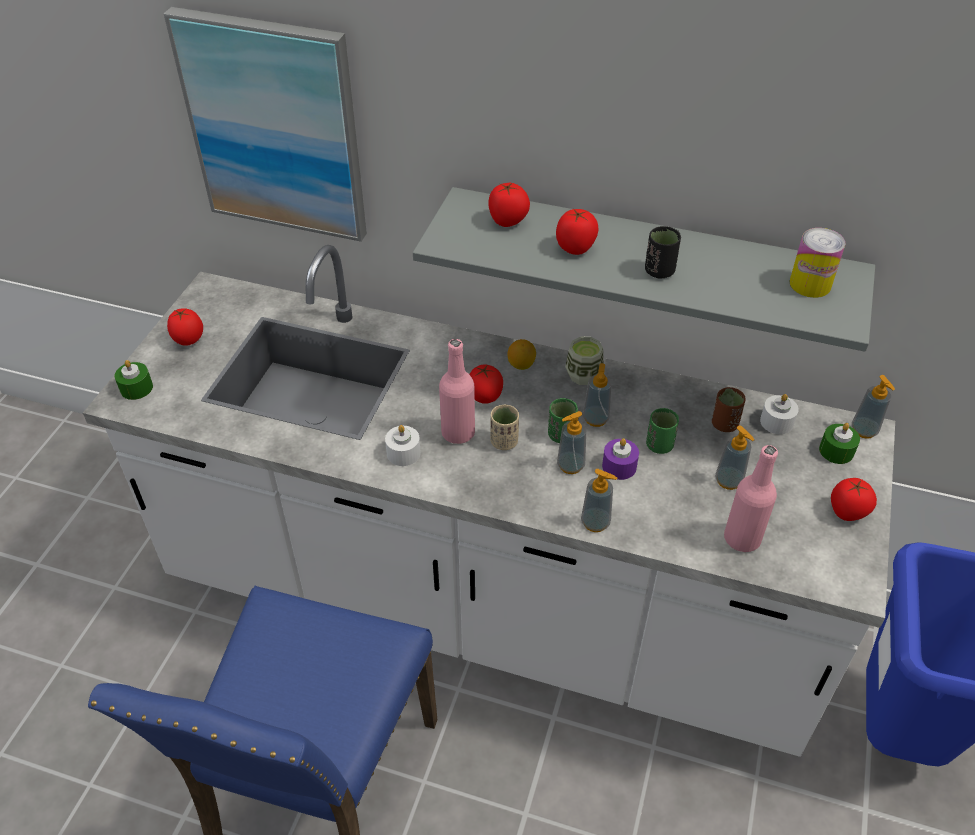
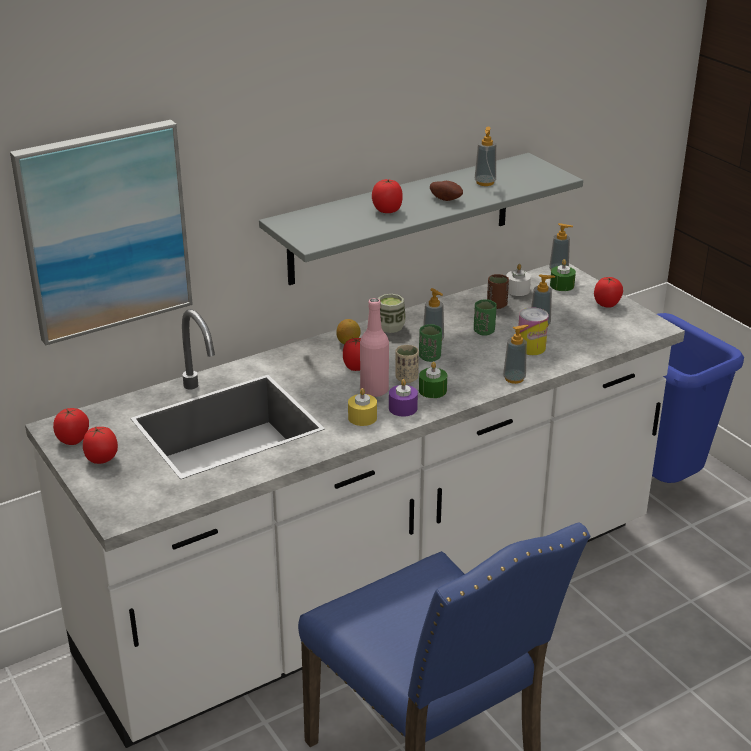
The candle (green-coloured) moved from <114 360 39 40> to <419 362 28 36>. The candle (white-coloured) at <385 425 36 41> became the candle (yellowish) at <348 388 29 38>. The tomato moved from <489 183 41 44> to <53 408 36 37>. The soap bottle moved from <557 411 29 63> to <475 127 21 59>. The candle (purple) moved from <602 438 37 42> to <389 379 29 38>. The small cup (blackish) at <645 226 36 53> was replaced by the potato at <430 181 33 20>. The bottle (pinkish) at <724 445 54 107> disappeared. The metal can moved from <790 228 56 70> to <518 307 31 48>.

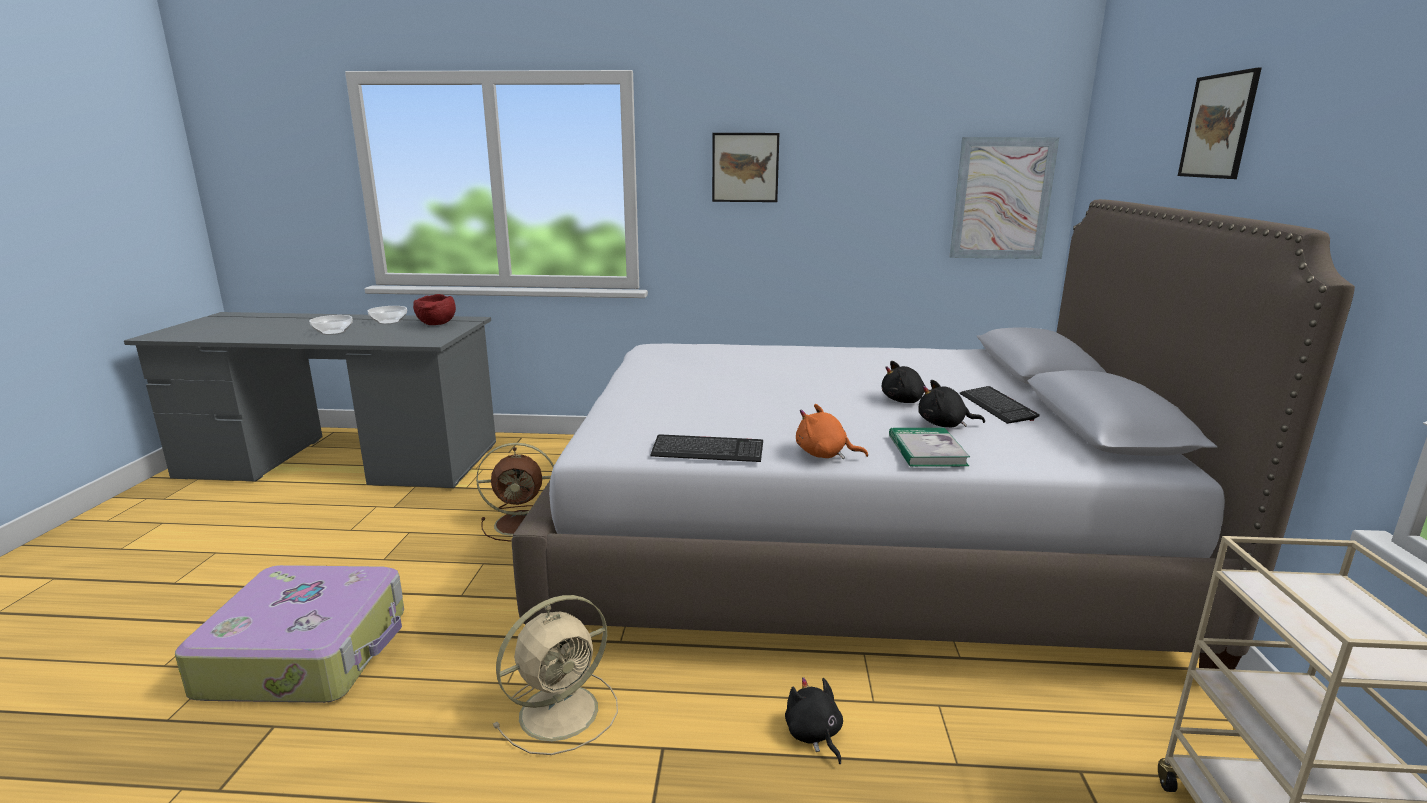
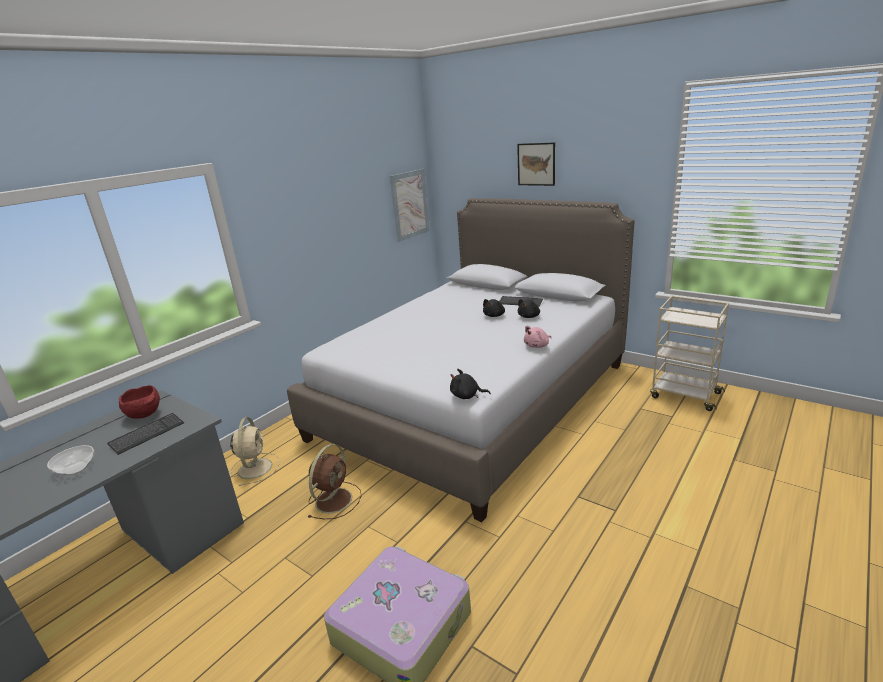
The serving bowl at <368 306 39 18> disappeared. The cooling fan (beige) moved from <493 595 125 160> to <230 417 50 69>. The computer keyboard moved from <650 434 113 28> to <107 413 77 42>. The wall picture at <712 133 67 69> disappeared. The cuddly toy (blackish) moved from <785 677 58 87> to <450 369 41 30>. The cuddly toy (orange-coloured) at <796 404 72 55> became the cuddly toy (pinkish) at <524 326 28 22>. The book at <889 428 81 39> disappeared.

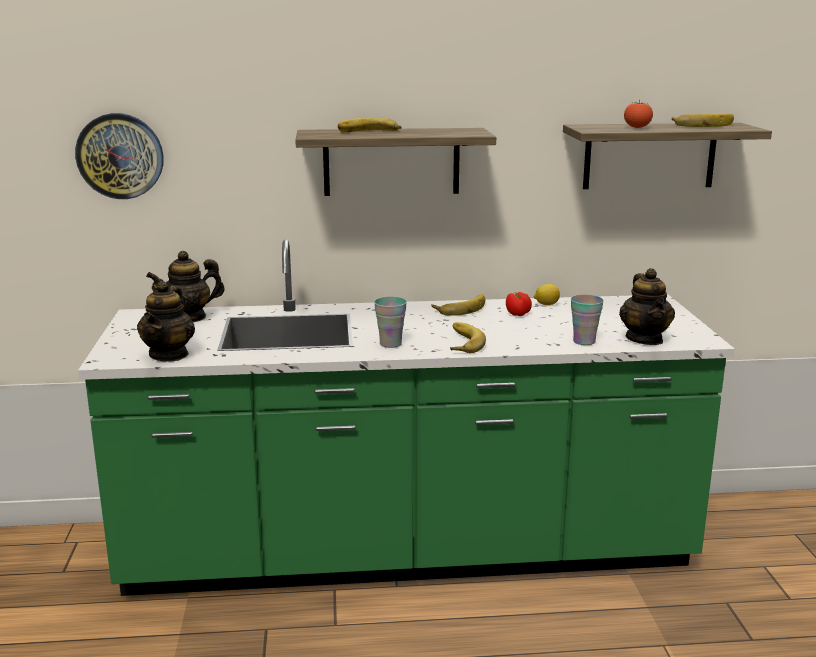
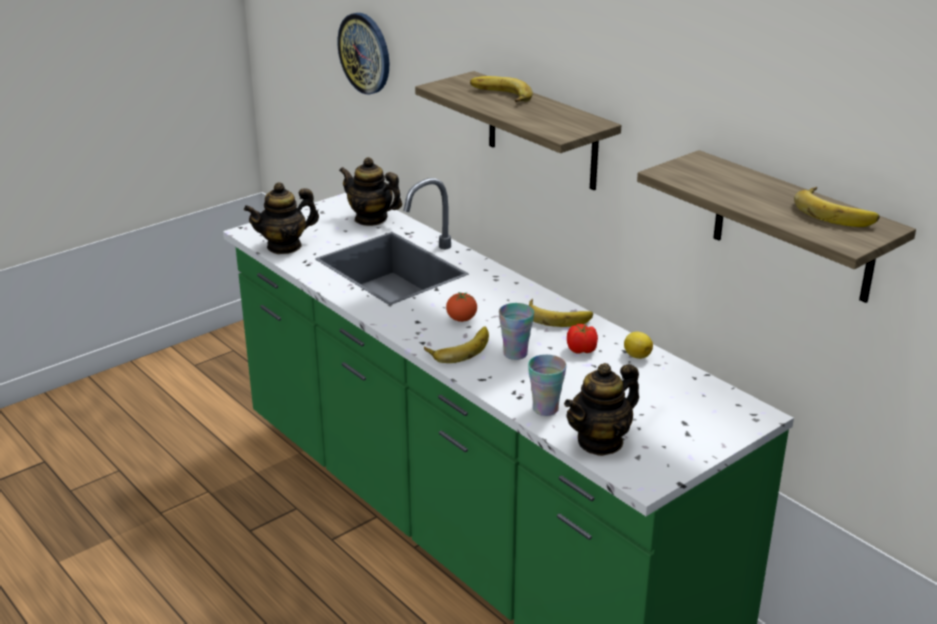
The small cup moved from <374 297 33 51> to <499 303 35 57>. The tomato moved from <624 100 29 28> to <446 292 31 30>.

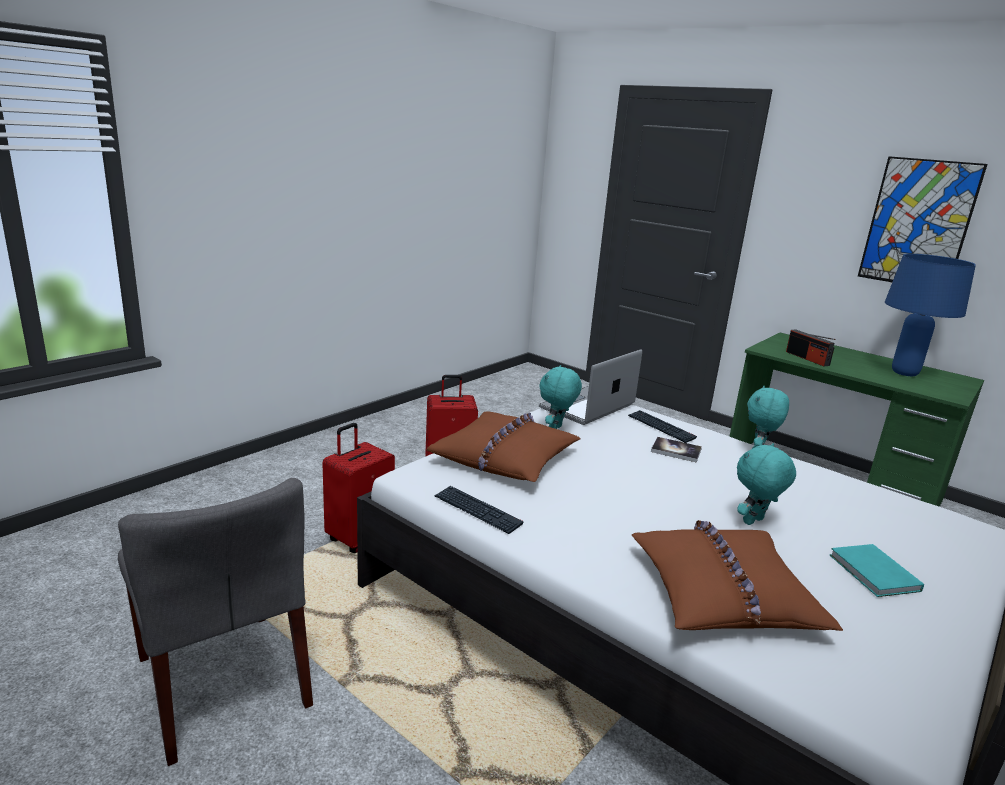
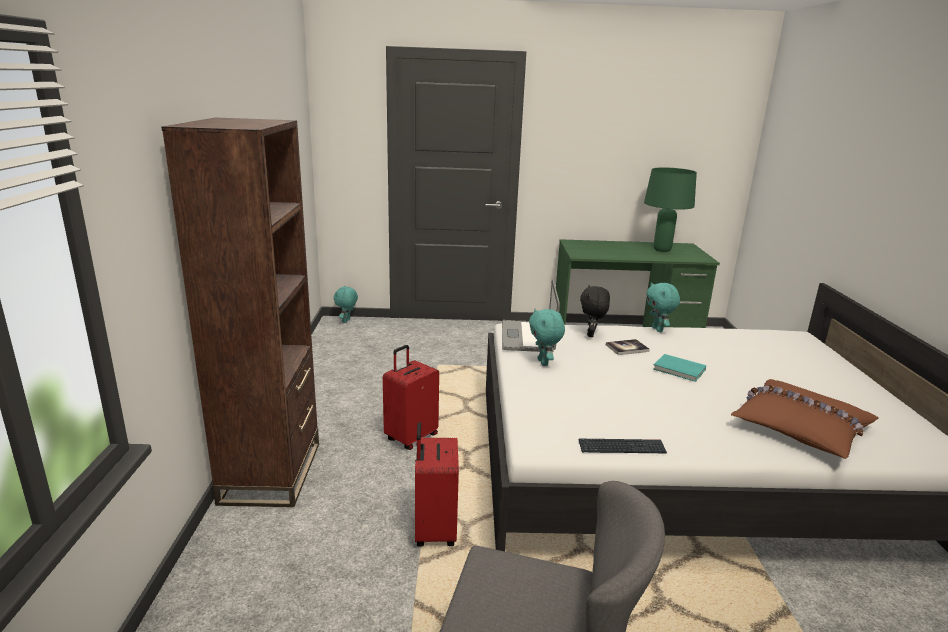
The pillow (brown) at <426 411 155 71> disappeared. The computer keyboard at <628 410 69 33> was replaced by the cuddly toy (blackish) at <580 285 30 52>. The cuddly toy (blue-green) moved from <737 443 59 82> to <334 286 24 37>. The radio at <786 329 50 38> disappeared. The book (blue-green) moved from <830 544 94 53> to <653 354 53 28>. The wall picture at <858 156 130 126> disappeared. The tabletop lamp (blue-coloured) at <885 254 91 122> became the tabletop lamp (green-coloured) at <644 167 53 85>. The shelving unit (brown) at <161 118 158 389> appeared.

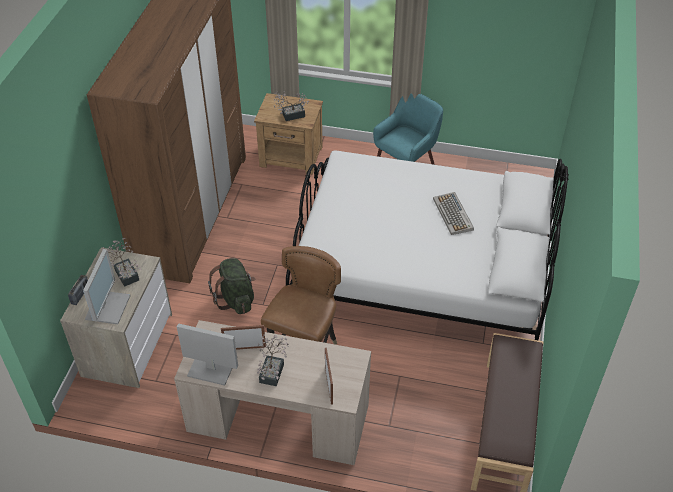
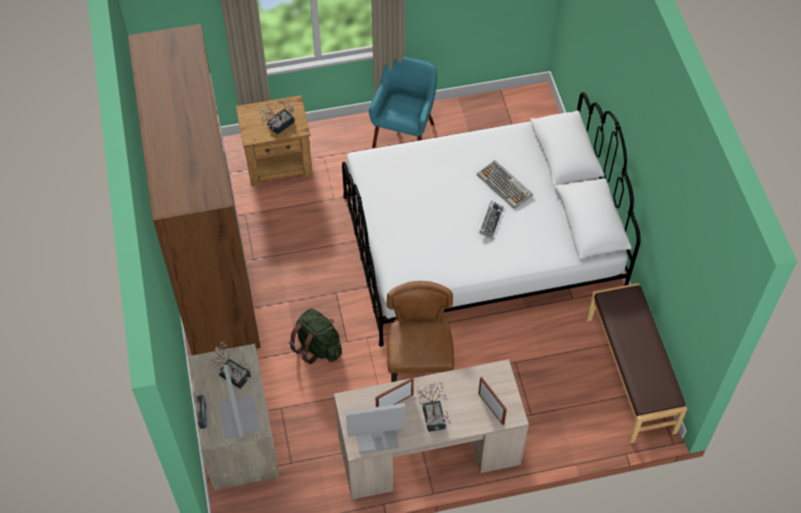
The computer keyboard at <479 200 25 39> appeared.

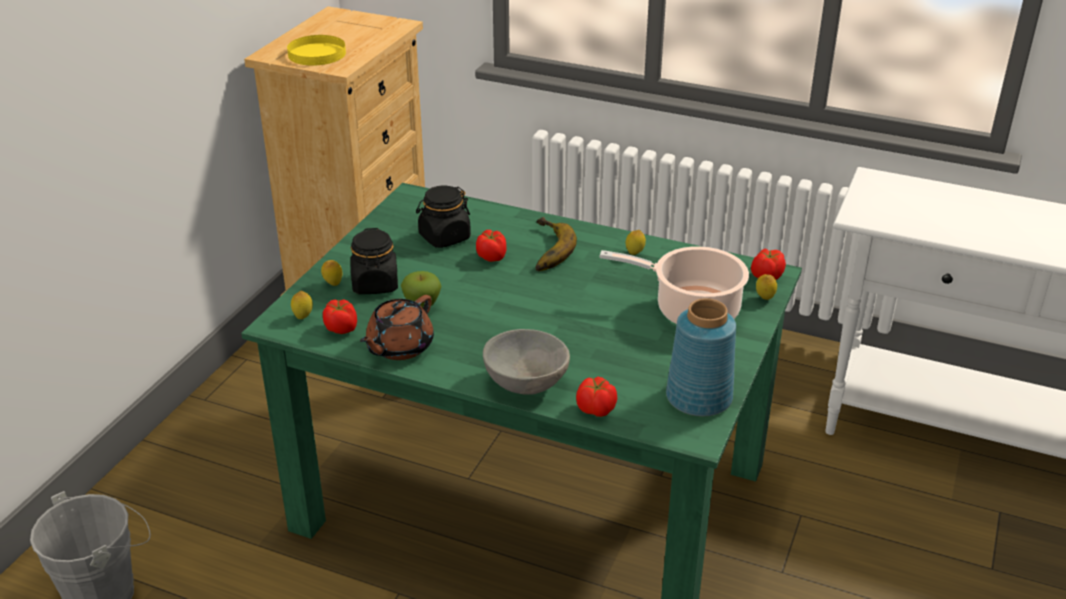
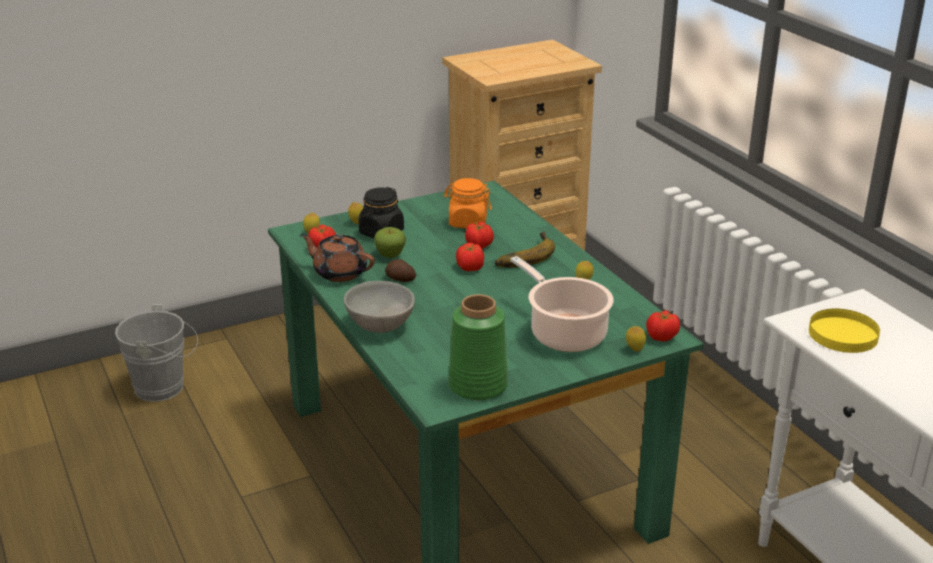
The flat dish (yellowish) moved from <287 35 59 31> to <809 309 71 44>. The teapot (brown) at <360 295 74 65> turned 45 degrees clockwise. The storage jar (blackish) at <416 186 55 62> became the storage jar (orange-coloured) at <444 178 48 51>. The tomato moved from <576 377 41 40> to <456 243 28 28>. The flower vase (blue-coloured) at <666 298 70 118> became the flower vase (green-coloured) at <449 294 59 106>. The potato at <385 259 31 23> appeared.

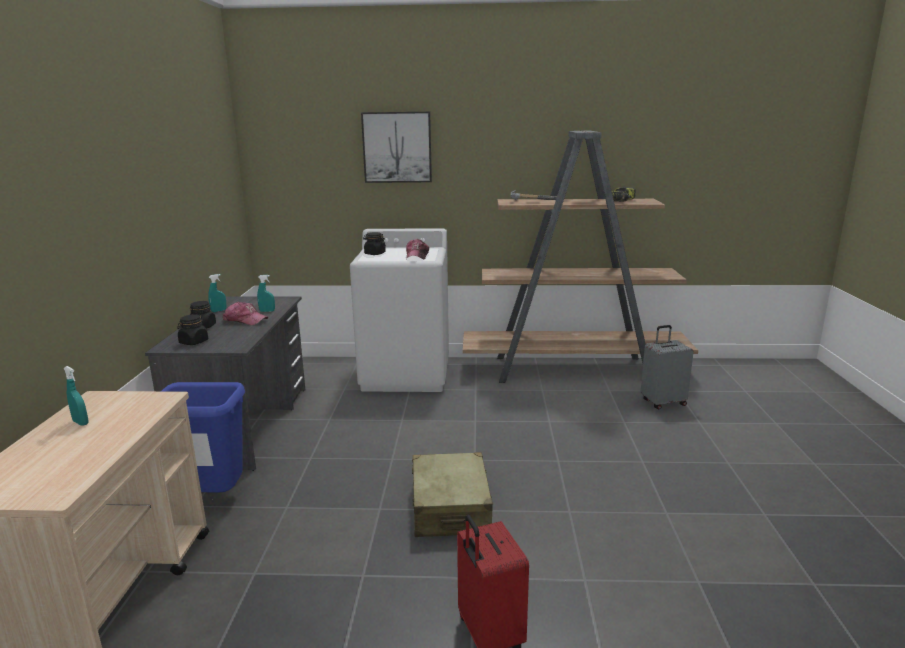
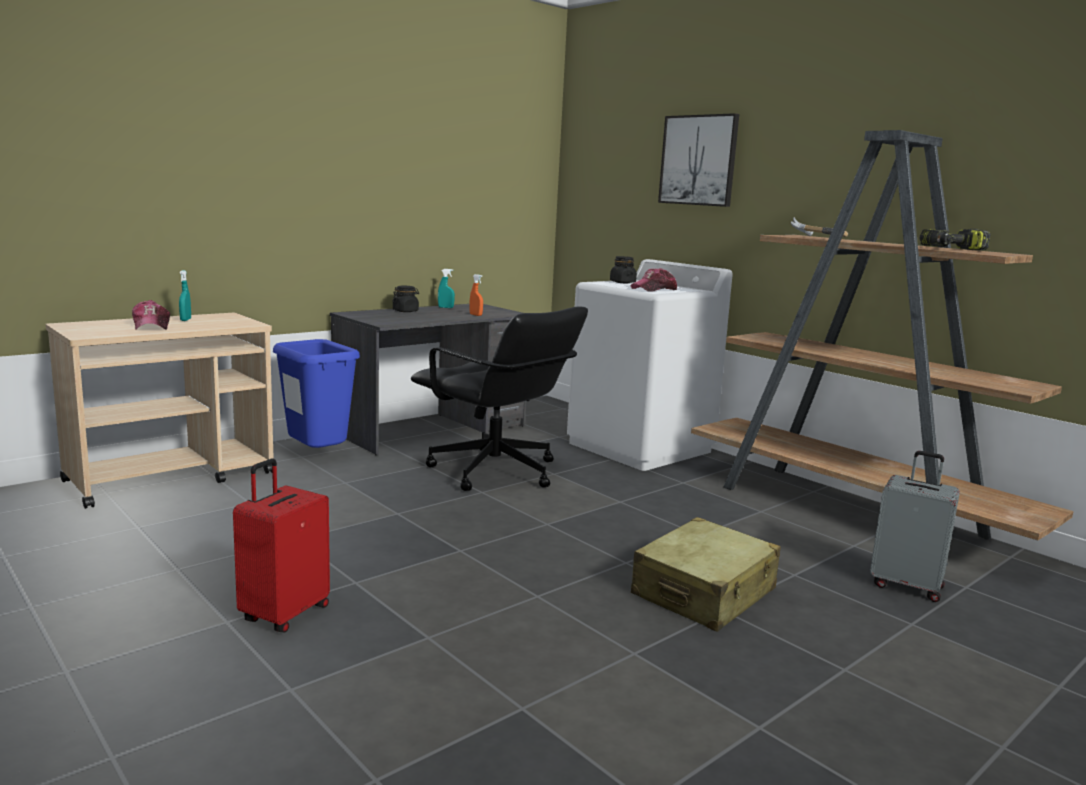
The storage jar (blackish) at <177 314 31 31> disappeared. The baseball cap moved from <223 302 45 23> to <132 300 38 30>. The hand sprayer (blue-green) at <257 275 18 37> became the hand sprayer (orange-coloured) at <469 274 14 42>. The piece of luggage (beige) moved from <412 452 81 85> to <631 517 150 115>. The computer chair (blackish) at <411 306 177 185> appeared.

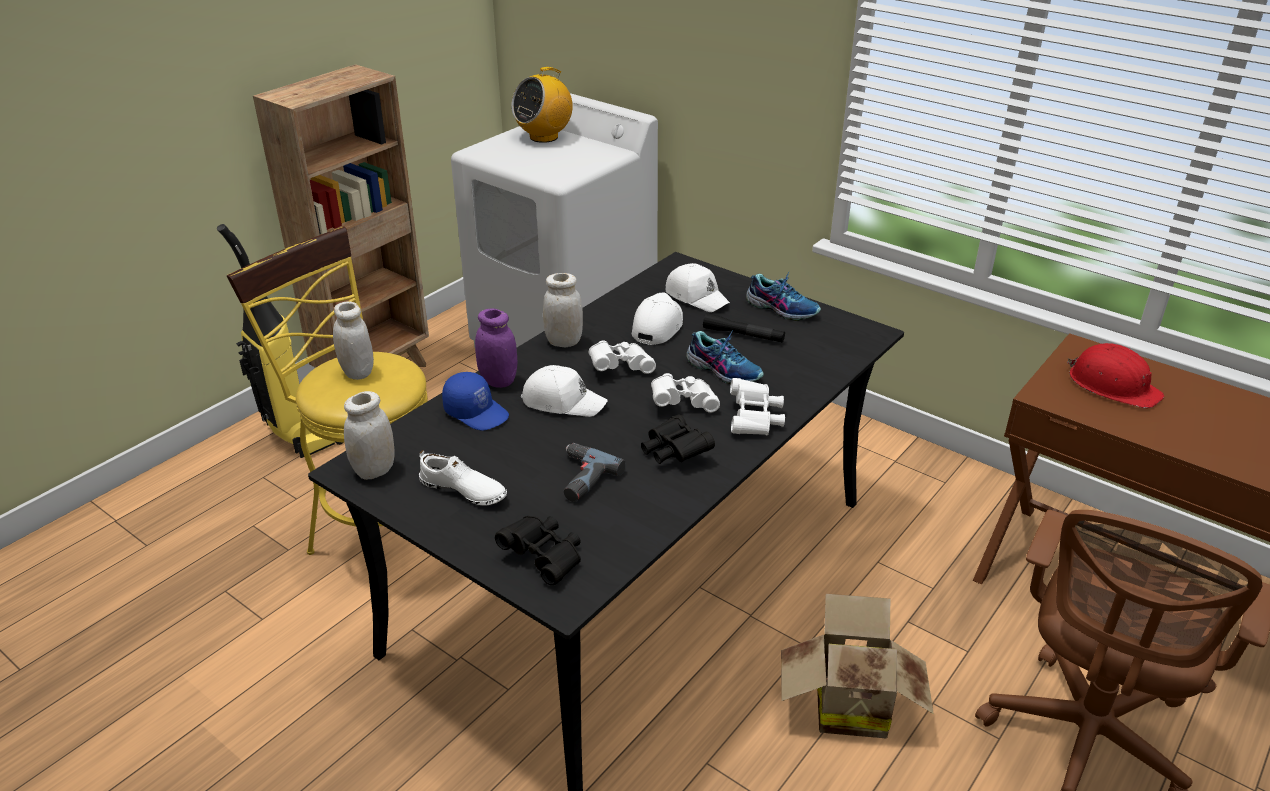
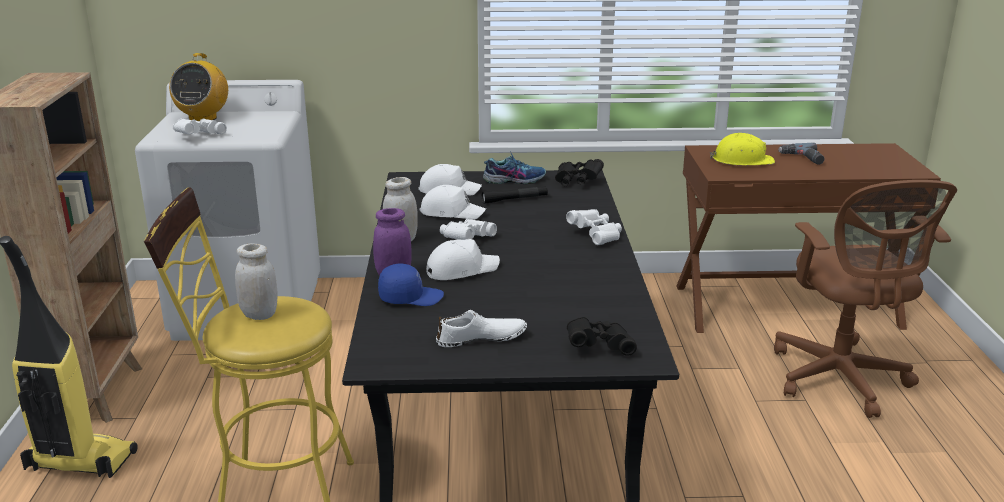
The storage jar (white-coloured) at <344 391 51 89> disappeared. The drill moved from <564 443 62 59> to <778 143 46 22>. The baseball cap (white-coloured) at <632 293 51 52> turned 120 degrees clockwise. The binoculars (blackish) moved from <641 414 74 50> to <555 159 49 27>. The binoculars (white-coloured) moved from <651 373 69 40> to <173 118 54 16>. The low shoe at <686 330 78 54> disappeared. The cardboard box at <781 594 153 144> disappeared. The hard hat (red) at <1067 343 97 65> became the hard hat (yellowish) at <710 133 65 32>.

